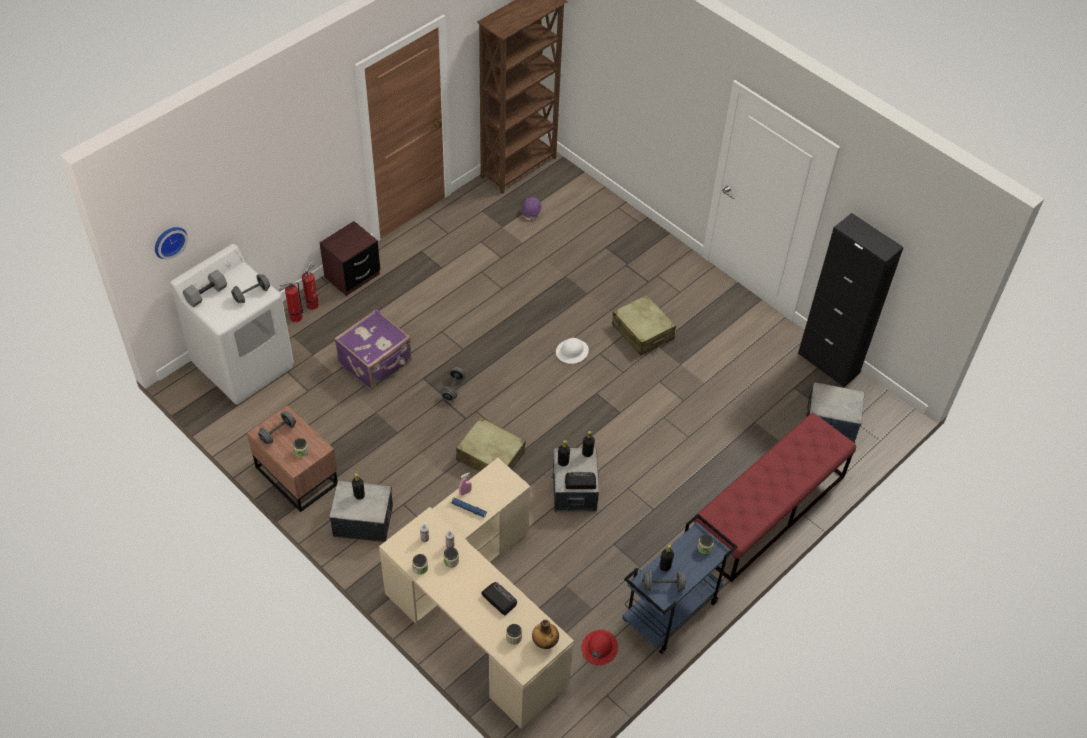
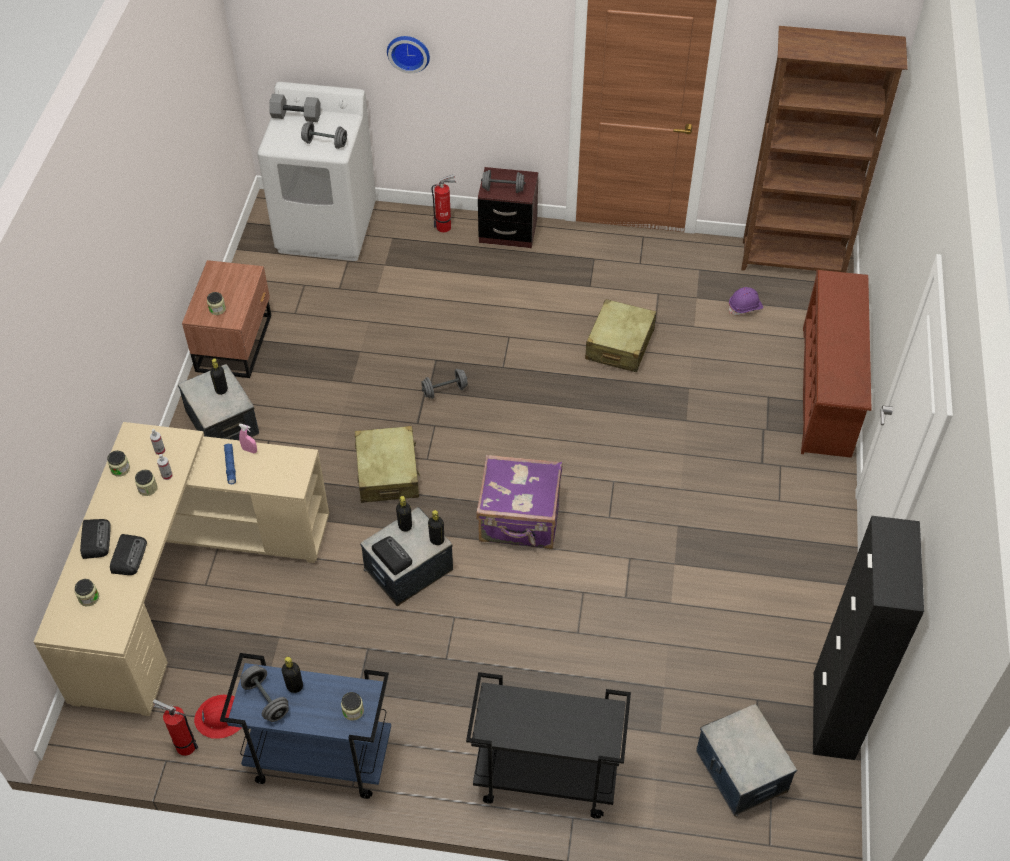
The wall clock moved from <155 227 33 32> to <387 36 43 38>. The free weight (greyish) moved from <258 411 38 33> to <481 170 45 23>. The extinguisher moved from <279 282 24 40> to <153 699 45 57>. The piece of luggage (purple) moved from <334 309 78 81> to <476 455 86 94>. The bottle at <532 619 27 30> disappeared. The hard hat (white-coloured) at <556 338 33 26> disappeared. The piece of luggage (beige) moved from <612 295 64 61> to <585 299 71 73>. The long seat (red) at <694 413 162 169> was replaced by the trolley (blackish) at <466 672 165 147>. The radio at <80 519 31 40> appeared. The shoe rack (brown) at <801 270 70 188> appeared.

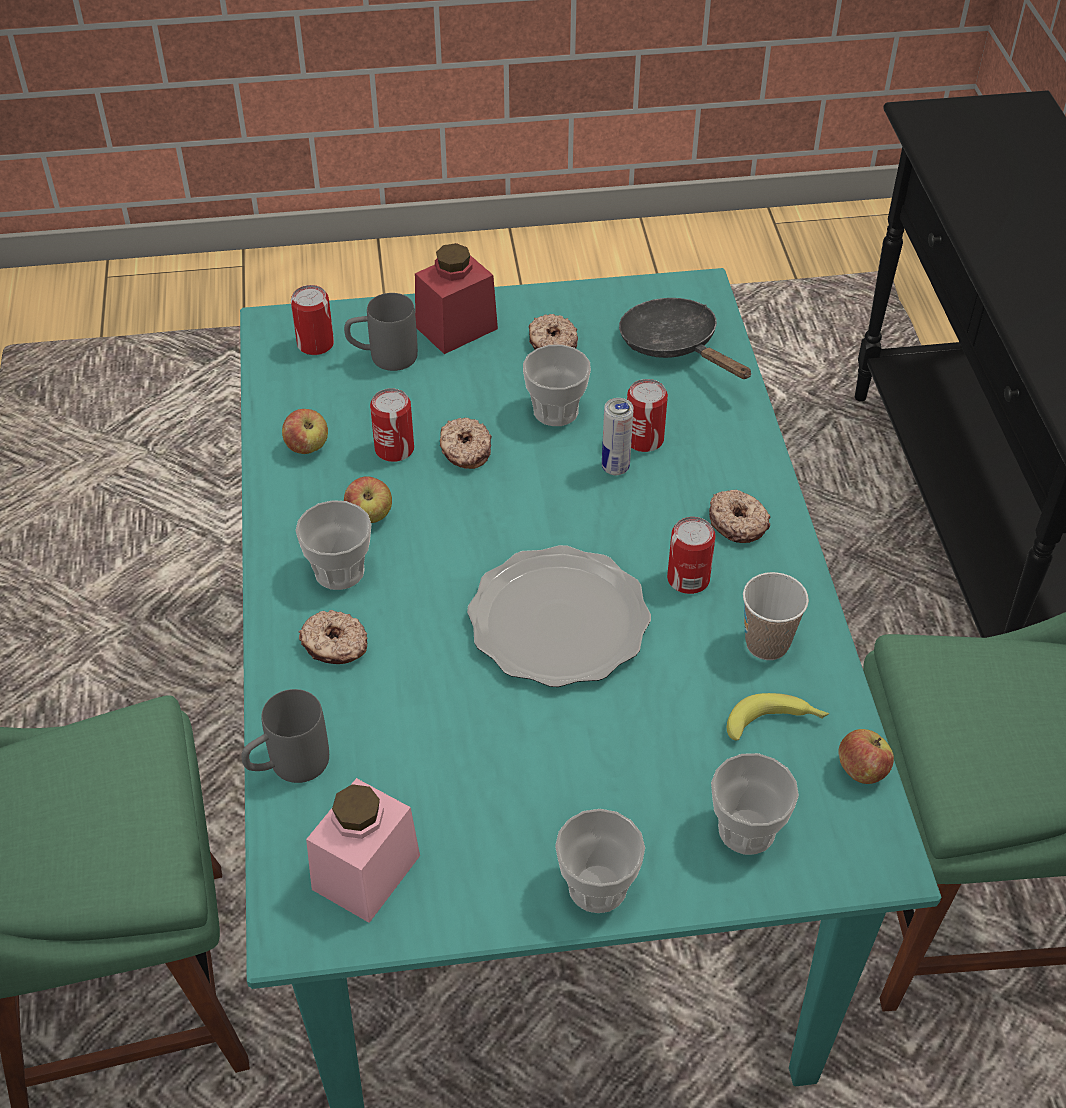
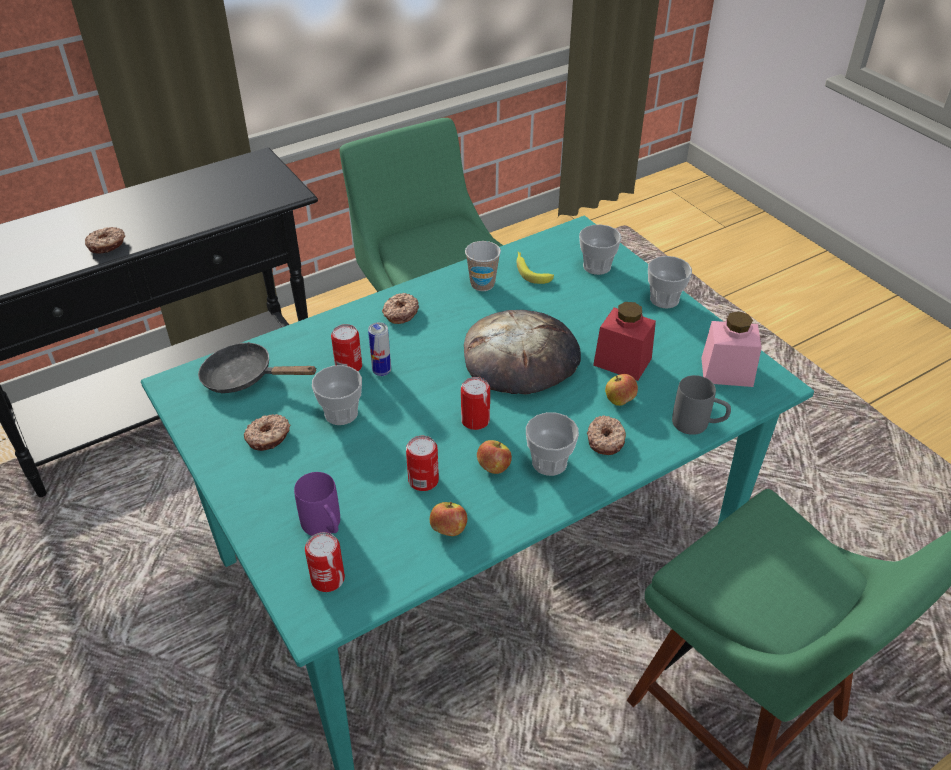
The coffee mug (greyish) at <344 293 74 78> became the coffee mug (purple) at <294 472 46 64>. The storage jar (red) moved from <415 243 83 111> to <593 302 63 79>. The ring doughnut moved from <440 418 52 51> to <85 227 40 27>. The flat dish at <467 545 184 142> was replaced by the baked bread at <464 310 117 84>. The frying pan (blackish) at <619 298 133 81> turned 75 degrees clockwise. The metal can moved from <667 517 49 77> to <461 377 29 53>. The whole apple moved from <839 729 55 55> to <605 374 33 32>.

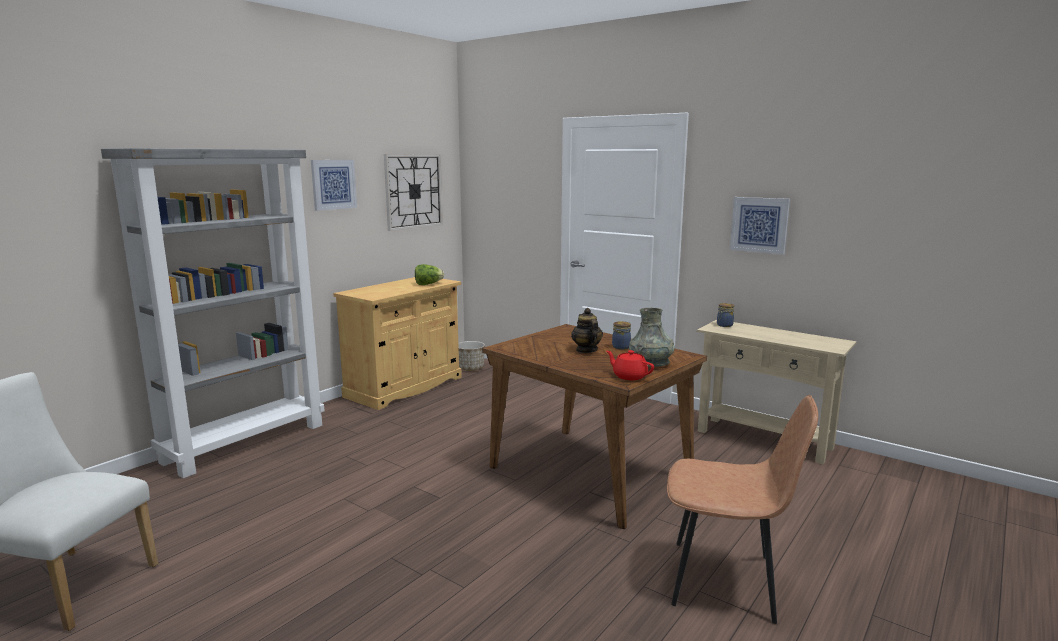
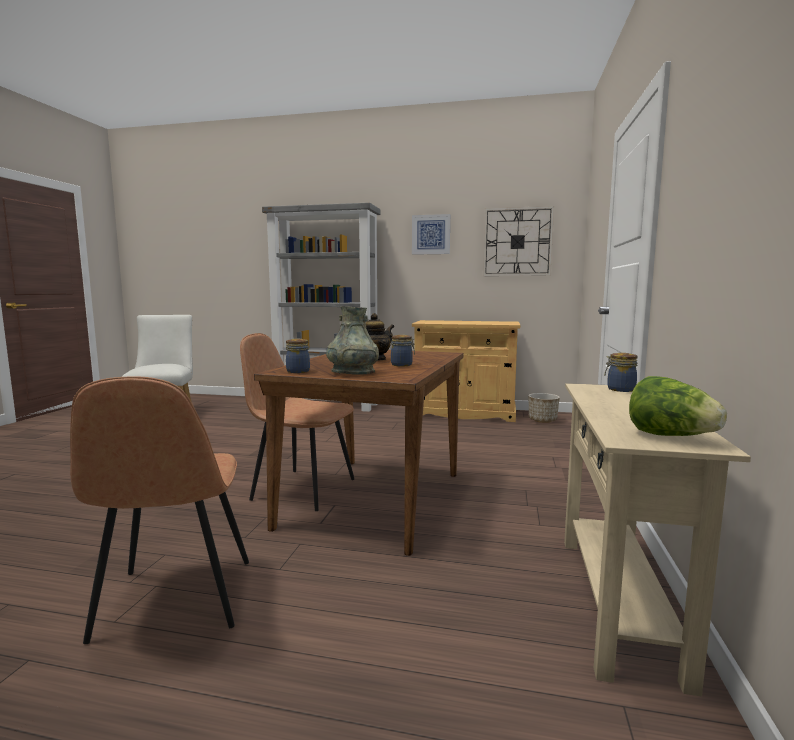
The lettuce moved from <415 264 29 21> to <629 376 98 60>. The teapot (red) at <606 350 48 30> was replaced by the storage jar at <286 339 24 34>. The wall picture at <730 197 60 58> disappeared. The chair (brown) at <240 333 114 178> appeared.

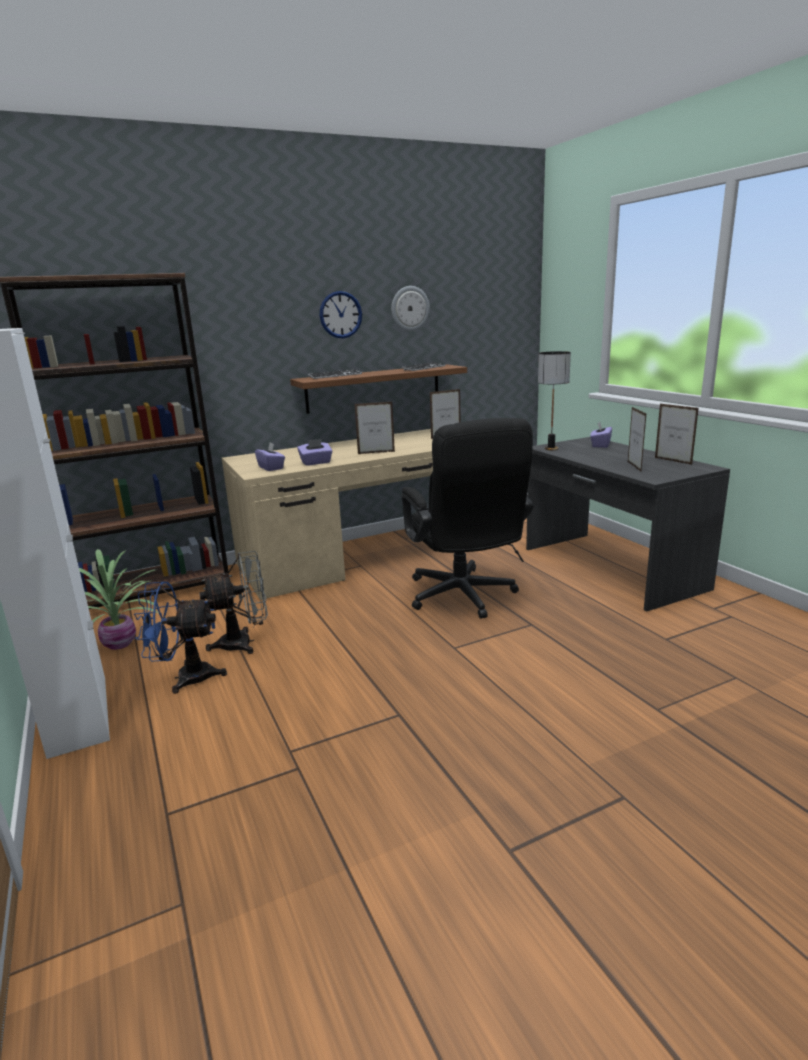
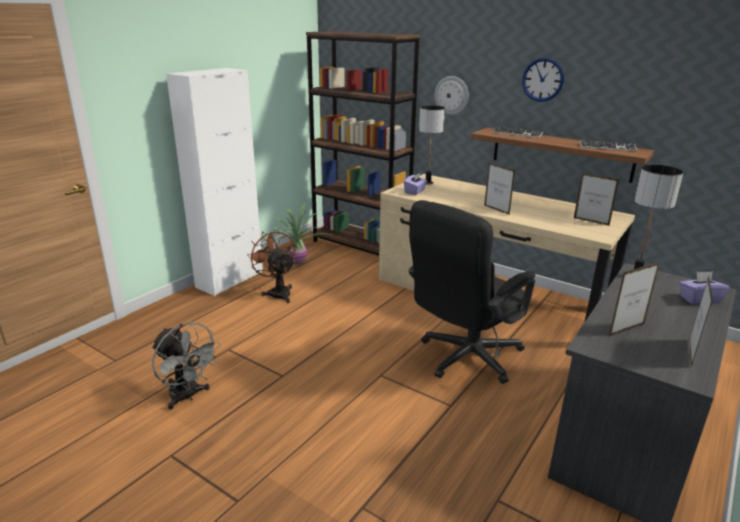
The cooling fan (blue-coloured) at <134 582 93 112> became the cooling fan (brown) at <247 229 48 74>. The cooling fan (greyish) moved from <199 551 69 103> to <152 322 69 88>. The tissue holder (purple) at <297 439 36 27> disappeared. The wall clock moved from <391 286 39 45> to <435 76 34 39>. The tabletop lamp at <419 105 26 80> appeared.

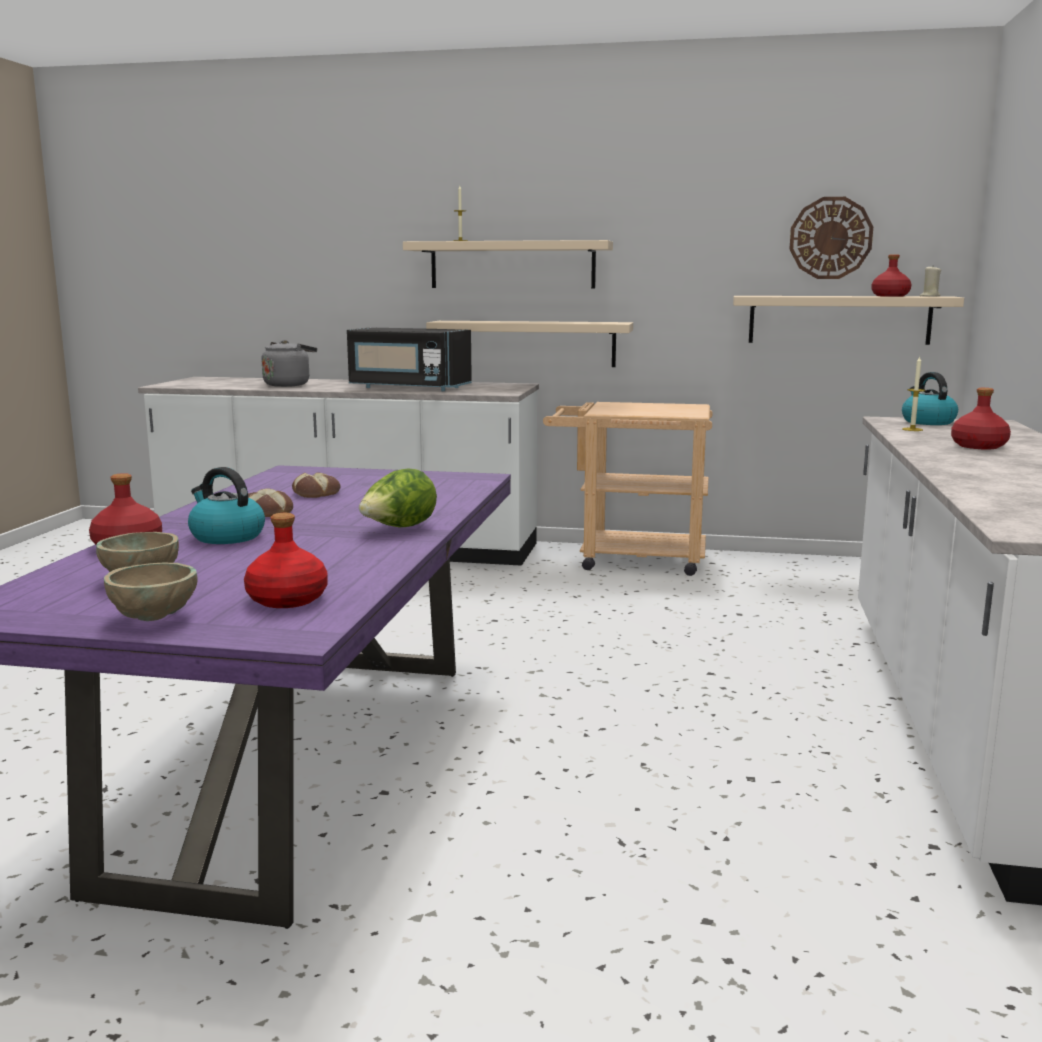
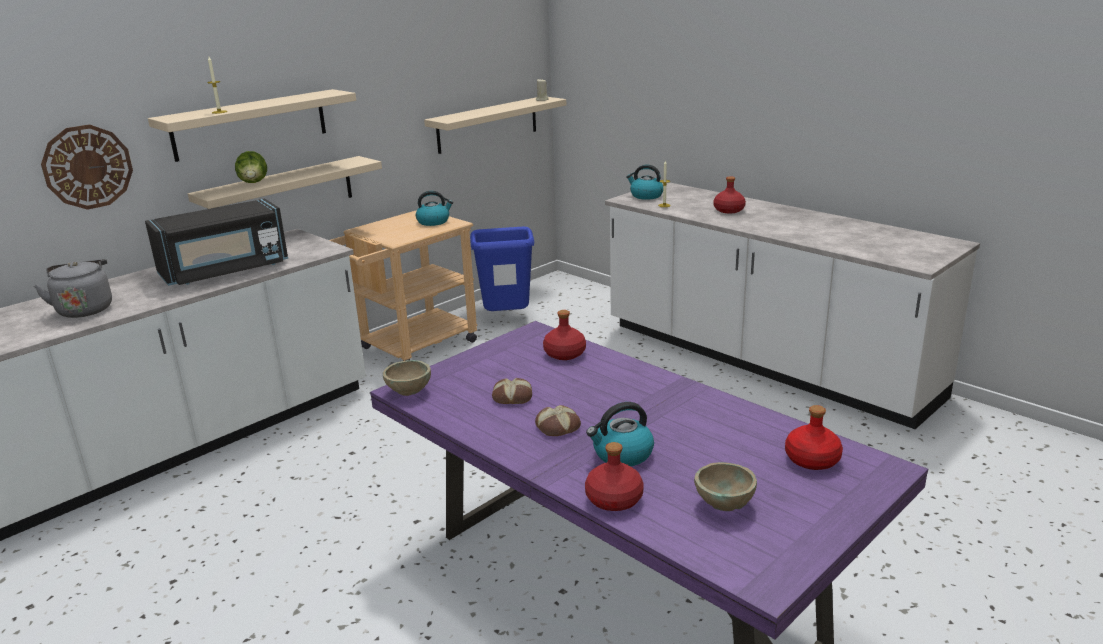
The serving bowl (beige) moved from <104 563 93 58> to <383 360 48 36>. The lettuce moved from <359 468 78 59> to <235 151 32 32>. The wall clock moved from <789 197 84 82> to <41 124 92 86>. The bottle (red) moved from <871 254 41 43> to <543 310 43 50>. The water kettle at <416 191 37 35> appeared. The trash can (blue-coloured) at <470 227 64 84> appeared.

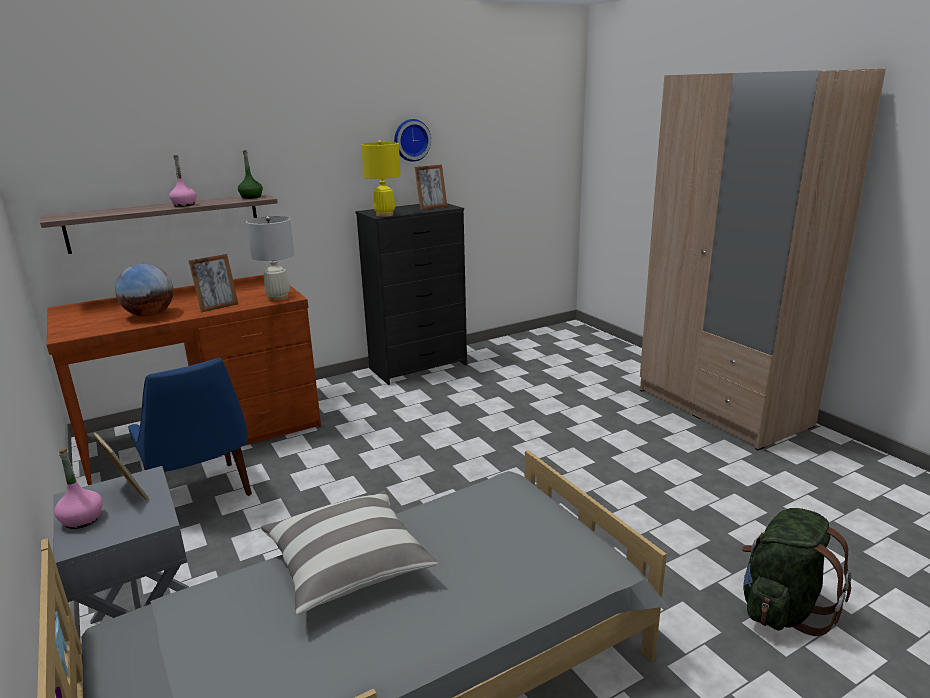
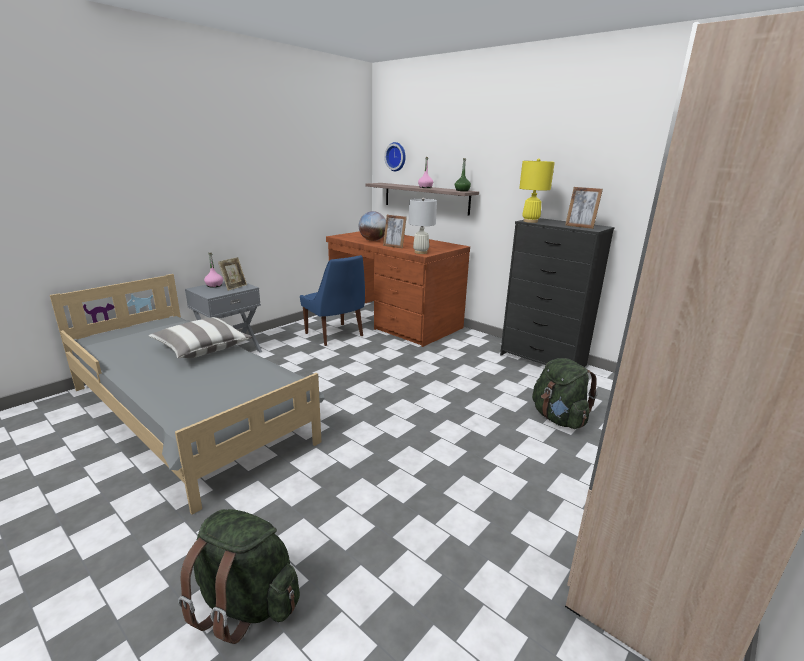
The chair (blue-coloured) at <128 358 124 138> turned 75 degrees counterclockwise. The wall clock moved from <394 119 37 43> to <384 142 22 29>. The knapsack (green-coloured) at <532 358 65 71> appeared.

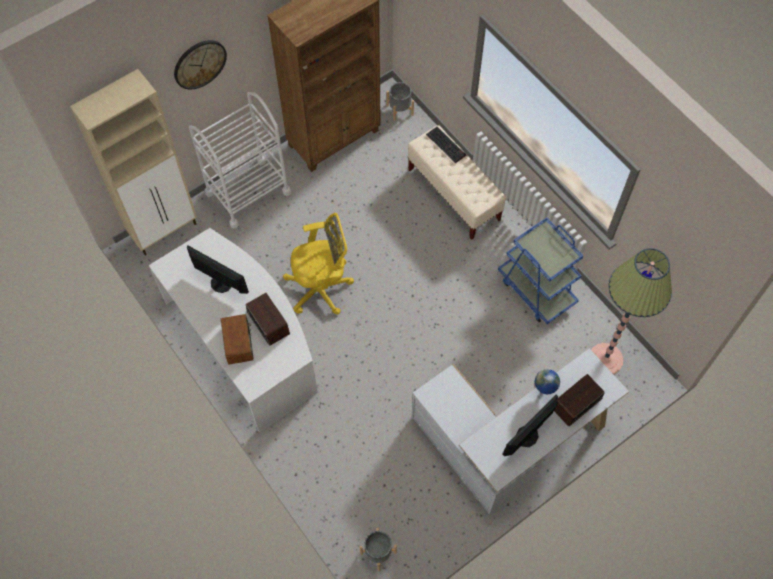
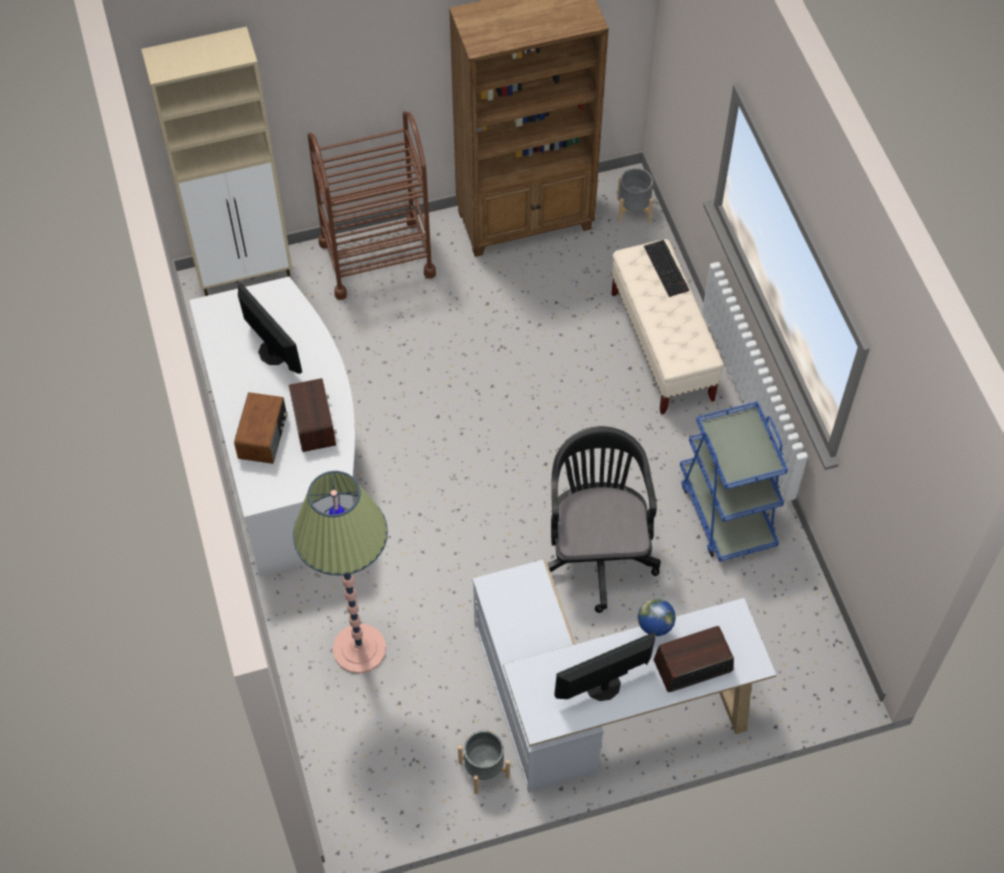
The wall clock at <174 40 53 49> disappeared. The trolley (white-coloured) at <189 92 102 137> became the trolley (brown) at <308 111 128 189>. The computer chair (yellowish) at <283 213 71 102> disappeared. The plant pot (greyish) moved from <359 528 38 43> to <458 730 52 64>. The standard lamp moved from <591 248 81 126> to <293 471 95 203>. The computer chair (blackish) at <547 426 114 187> appeared.

